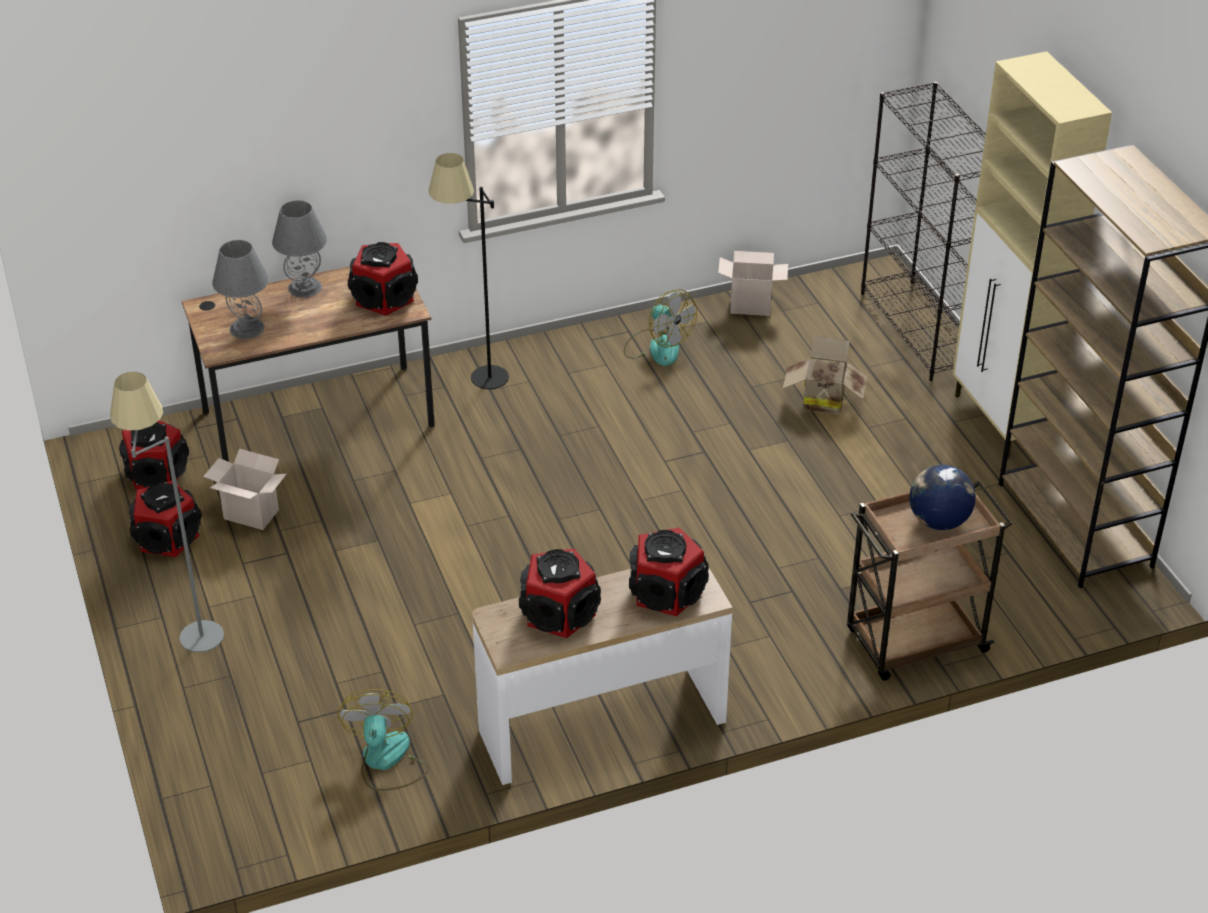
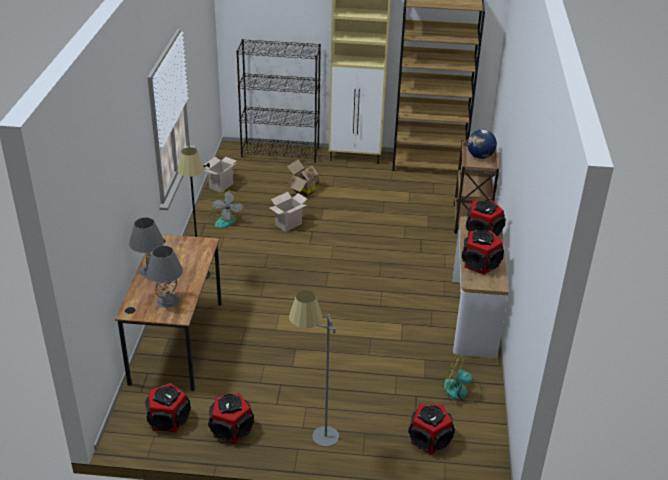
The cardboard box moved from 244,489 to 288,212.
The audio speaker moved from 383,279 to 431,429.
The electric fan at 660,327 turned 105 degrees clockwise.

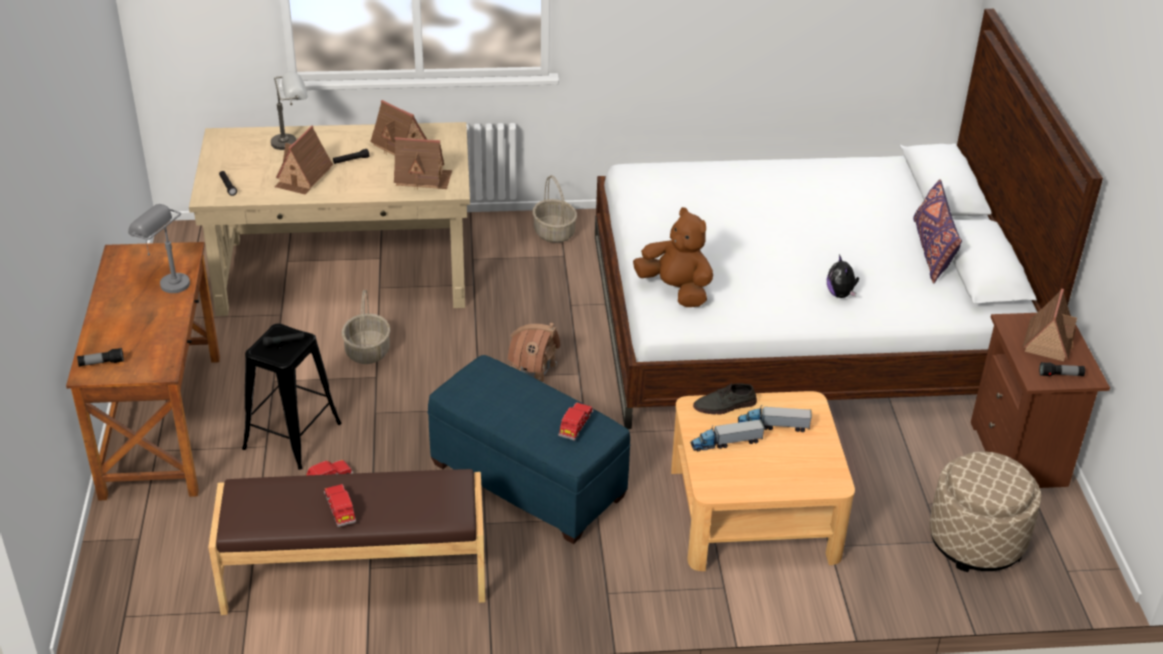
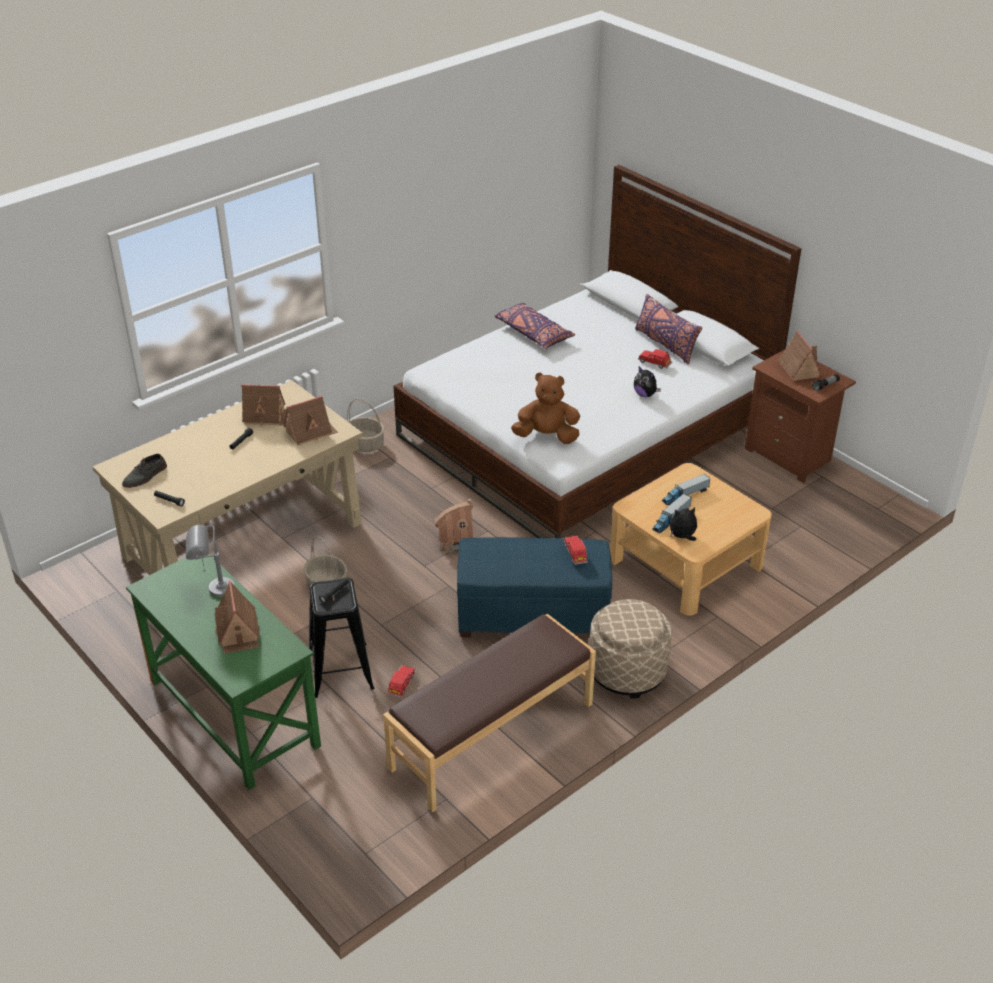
The brown-coloured desk unit at 143,371 became the green-coloured desk unit at 223,672.
The torch at 100,357 disappeared.
The grey lamp for a table at 289,110 disappeared.
The miniature house moved from 304,159 to 237,617.
The red miniature car moved from 340,505 to 655,359.
The grey item of footwear moved from 725,398 to 144,471.
The sand-coloured ottoman moved from 985,512 to 630,649.
The purple-coloured cushion at 534,326 appeared.
The soft toy at 683,524 appeared.

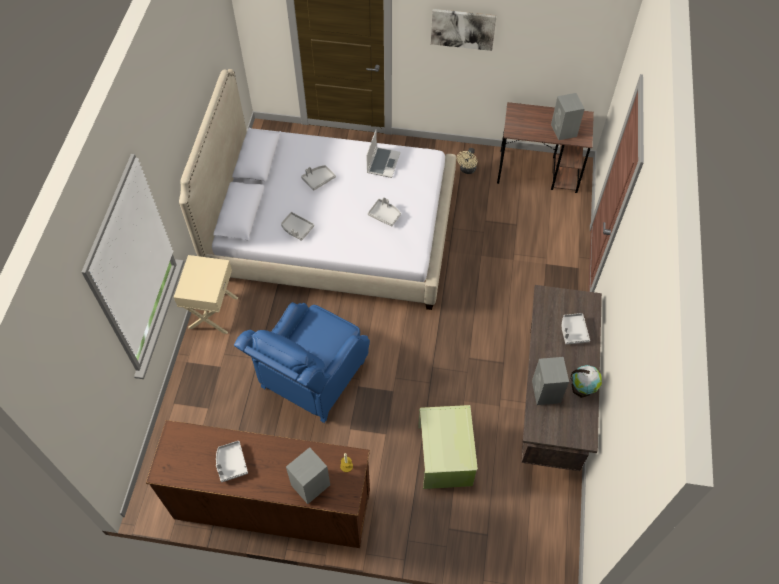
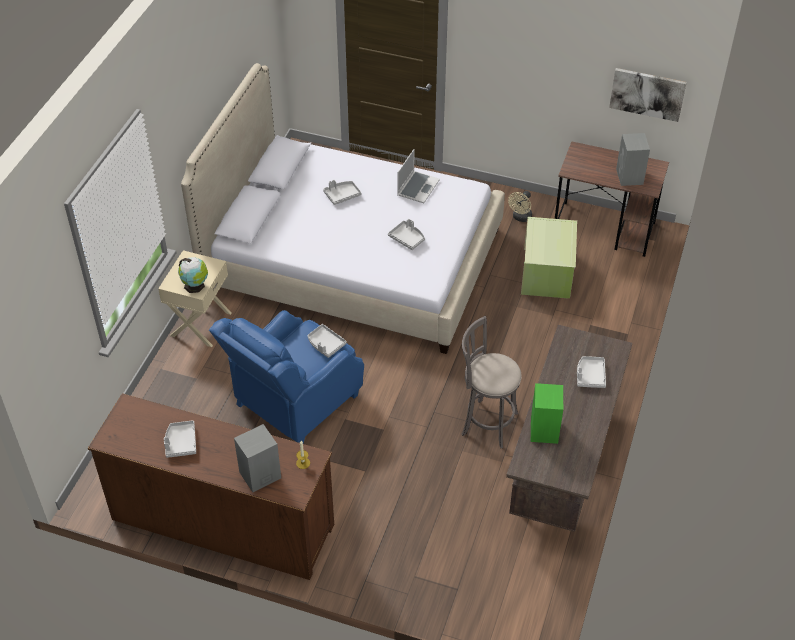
The grey carrying tray moved from 297,226 to 327,341.
The green-coloured storage box moved from 448,447 to 549,258.
The wall art moved from 464,30 to 648,95.
The grey audio speaker at 550,381 became the green-coloured audio speaker at 547,413.
The world globe moved from 586,381 to 193,275.
The grey sitting stool at 492,382 appeared.

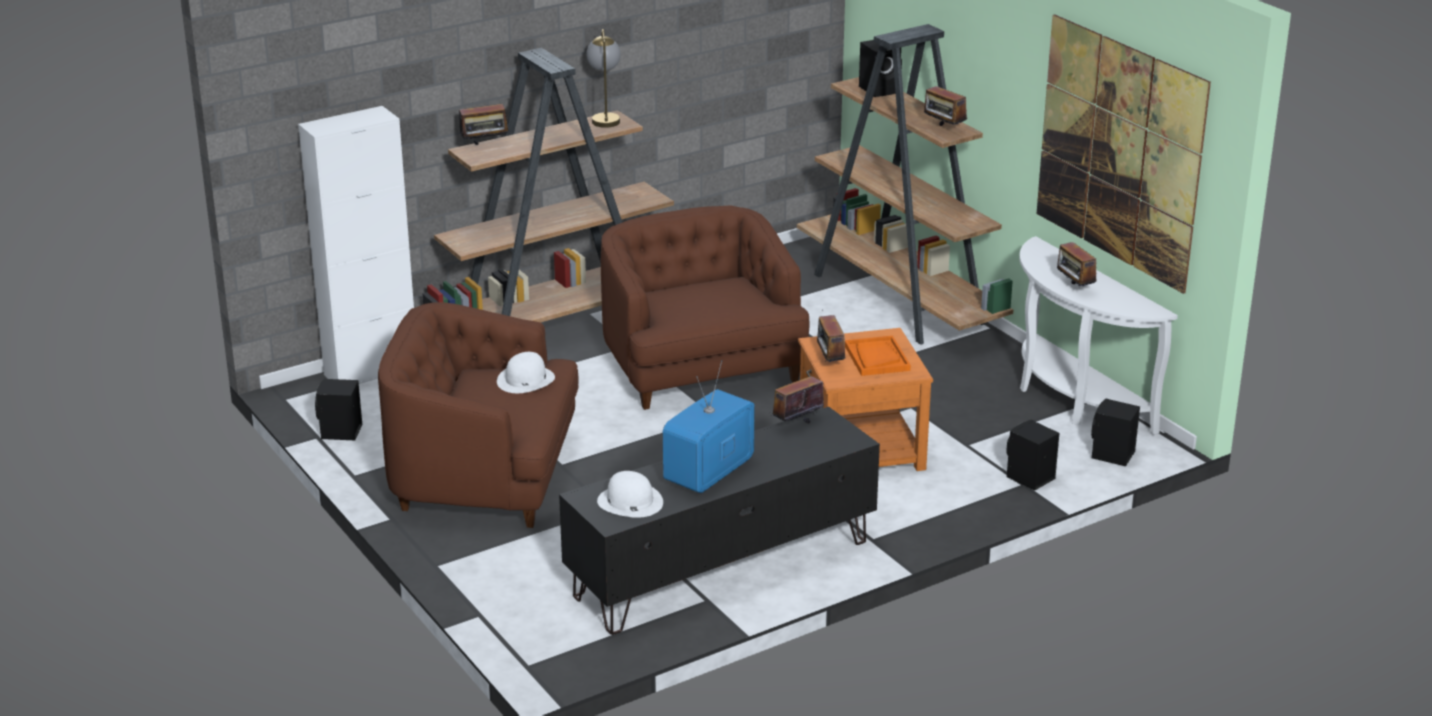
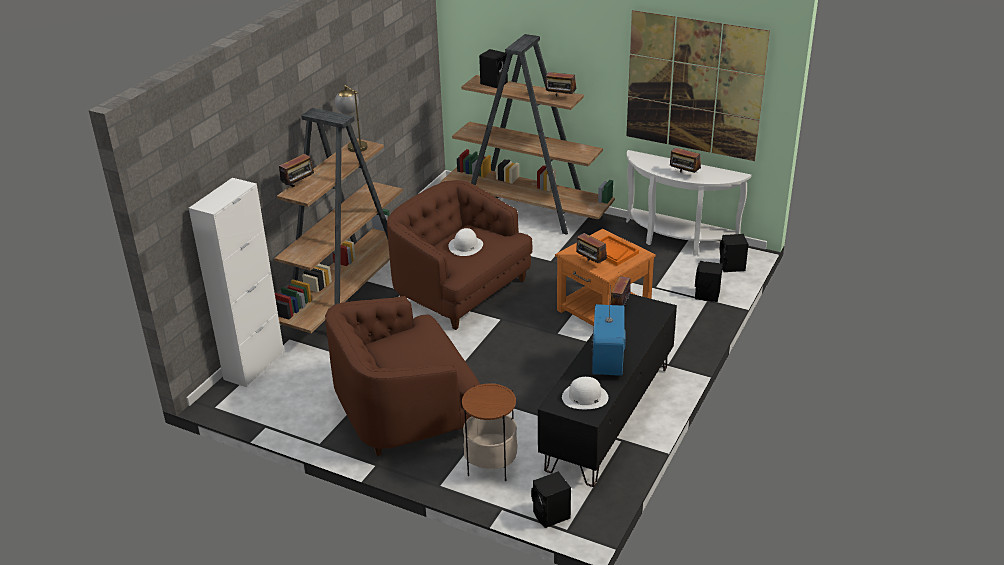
The black-coloured audio speaker moved from 338,409 to 551,499.
The white hat moved from 526,372 to 465,242.
The side table at 489,432 appeared.

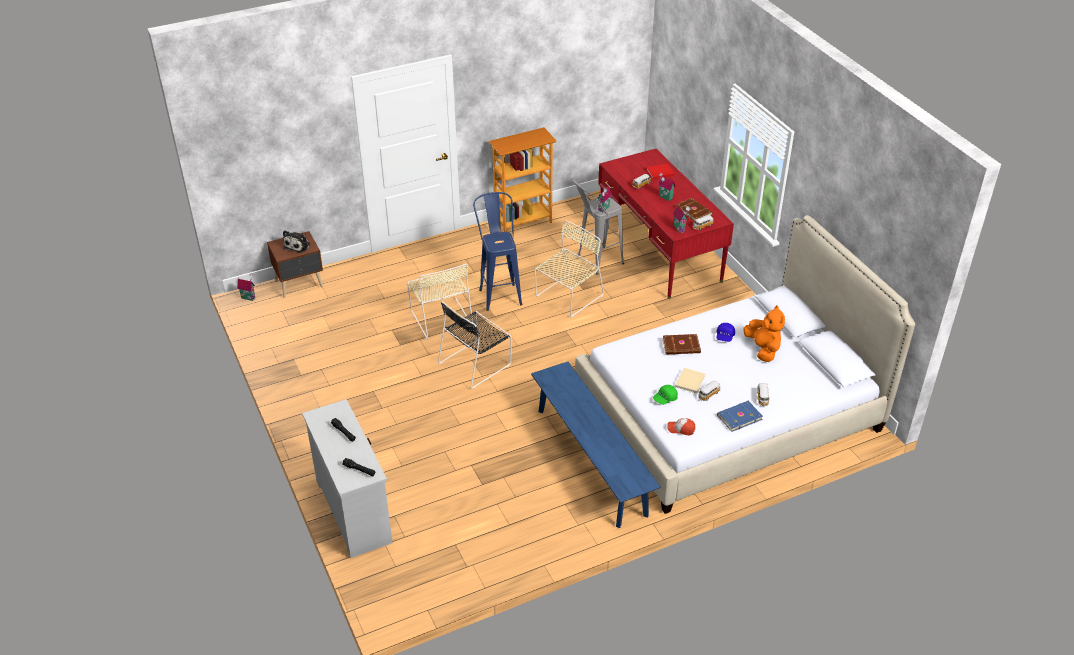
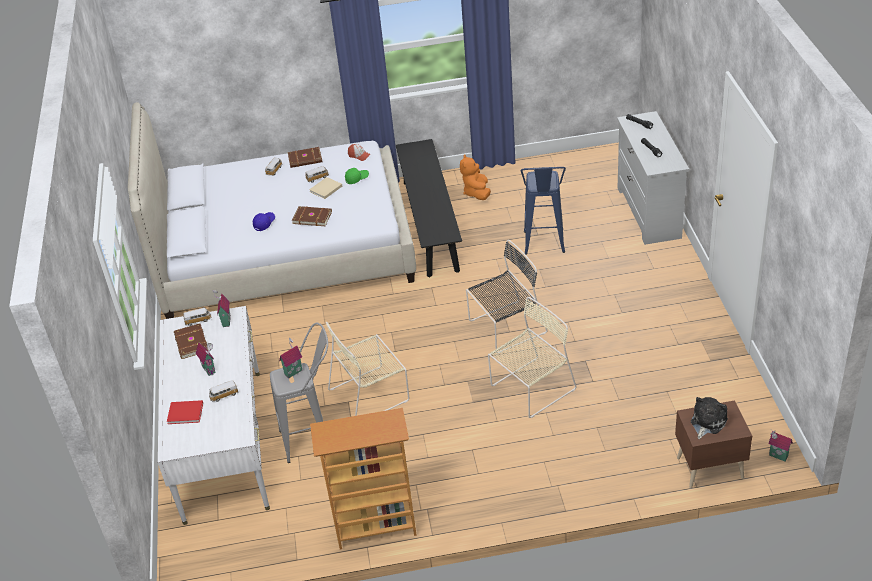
The sand-coloured plain chair at 440,302 turned 60 degrees clockwise.
The blue sitting stool moved from 497,251 to 543,211.
The blue long seat at 596,445 became the black-coloured long seat at 429,208.
The red desk unit at 666,224 became the white desk unit at 214,415.
The blue book at 740,416 became the brown-coloured book at 305,157.
The orange-coloured soft toy moved from 764,333 to 475,177.

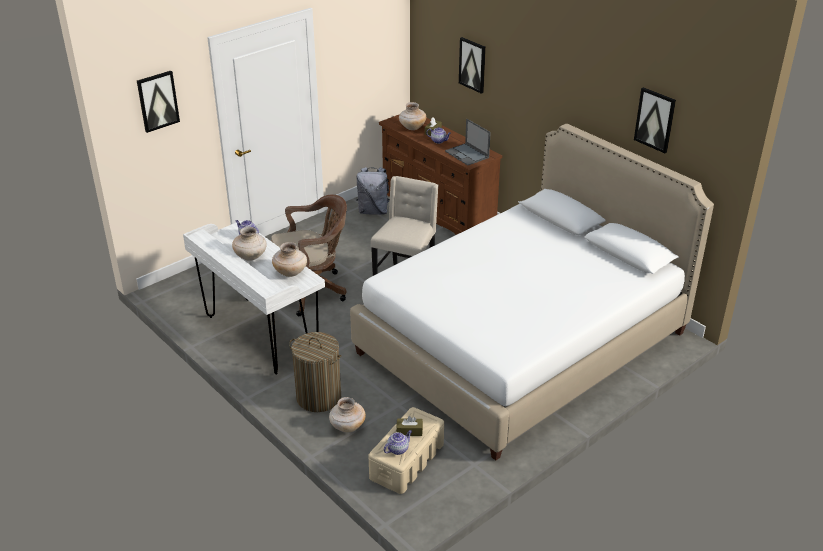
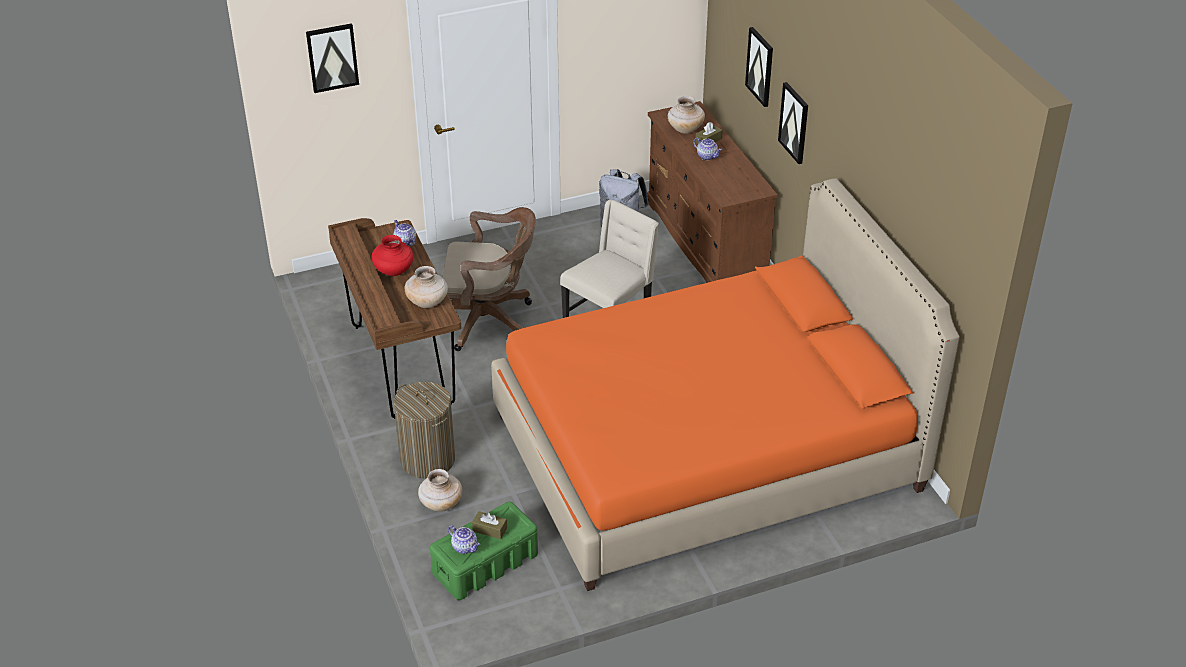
The white desk unit at 254,298 became the brown-coloured desk unit at 394,318.
The sand-coloured flower vase at 249,244 became the red flower vase at 392,255.
The white sleeping bed at 532,292 became the orange-coloured sleeping bed at 725,384.
The sand-coloured storage box at 406,450 became the green-coloured storage box at 484,551.
The tea pot at 398,442 turned 60 degrees clockwise.
The laptop at 468,142 disappeared.
The wall art moved from 655,120 to 793,123.

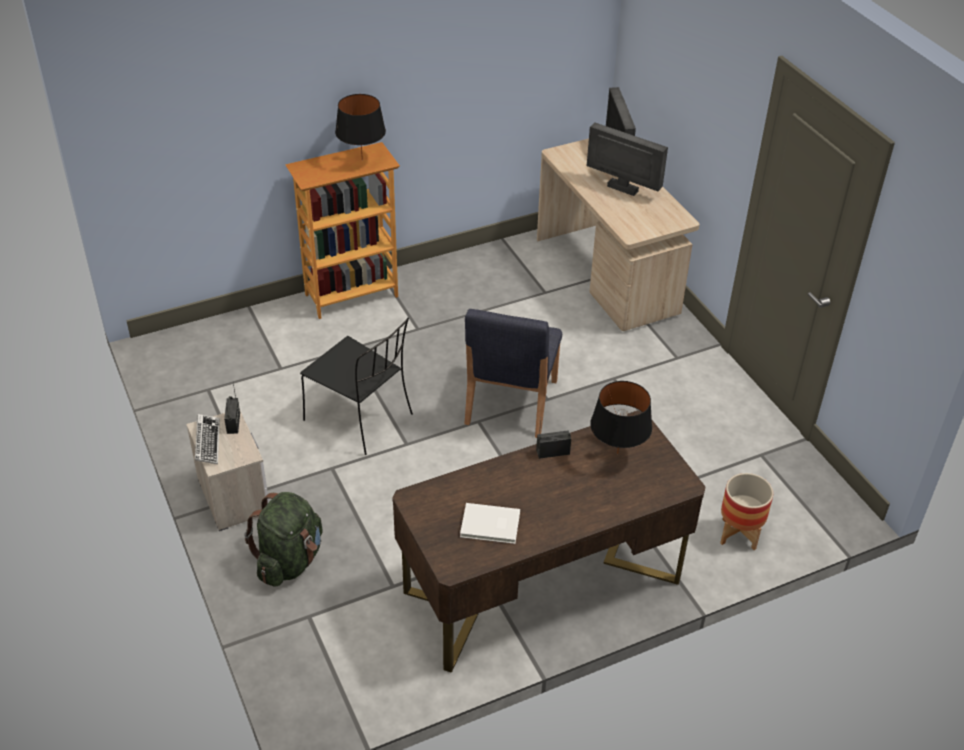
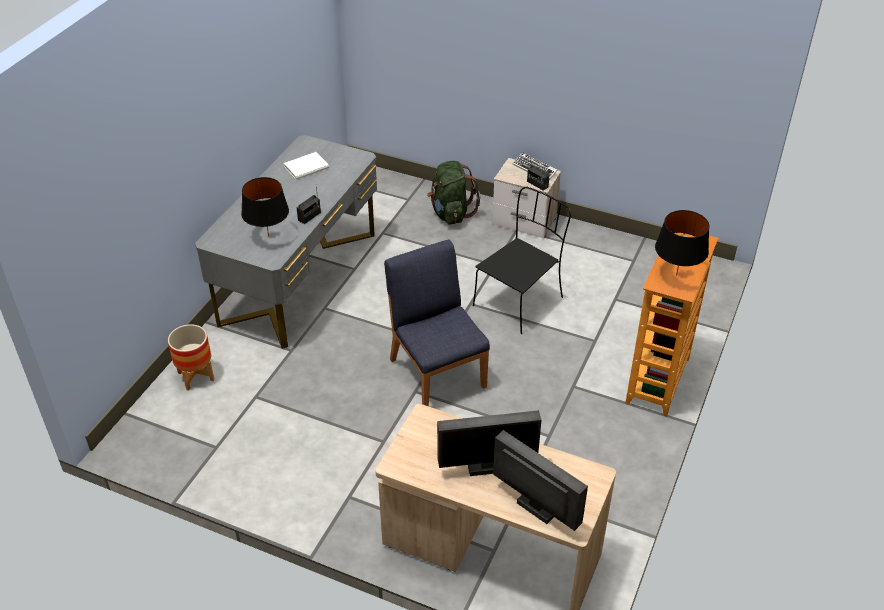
The black-coloured plain chair at 356,386 turned 135 degrees clockwise.
The brown-coloured desk unit at 549,542 became the grey desk unit at 286,242.

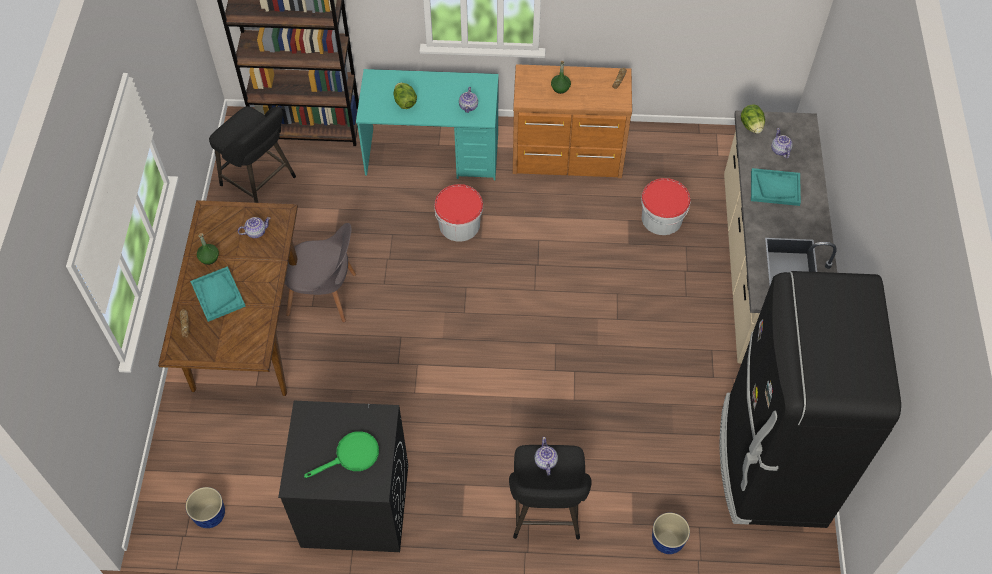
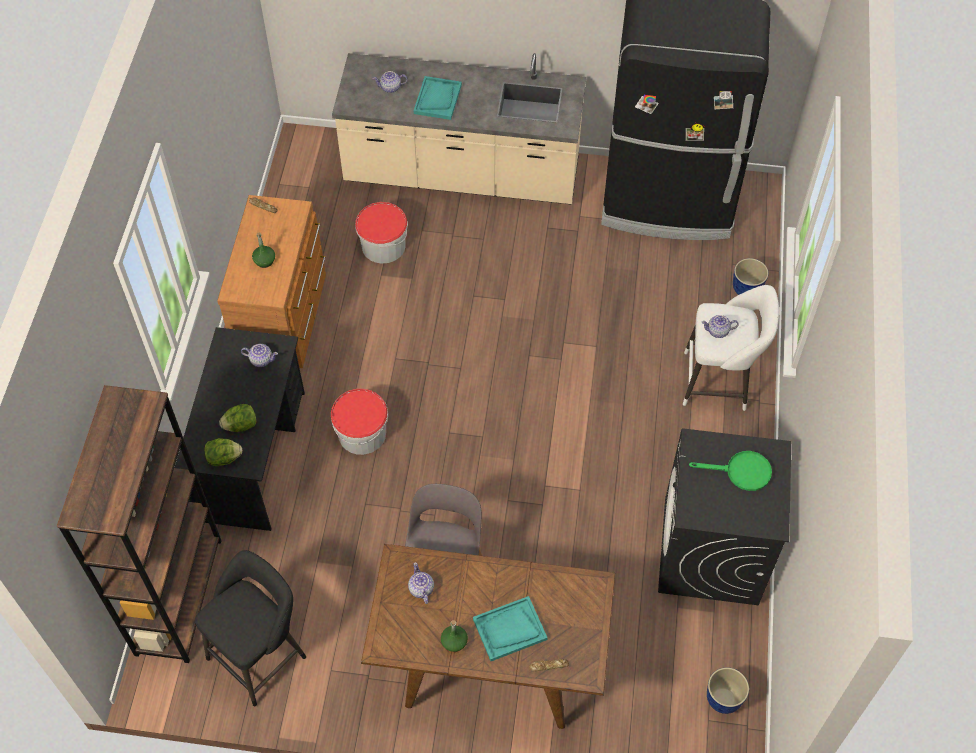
The green-coloured skillet at 341,454 turned 120 degrees clockwise.
The blue-green desk unit at 427,124 became the black-coloured desk unit at 240,429.
The black-coloured sitting stool at 550,492 became the white sitting stool at 731,348.
The head of lettuce moved from 753,119 to 223,452.

